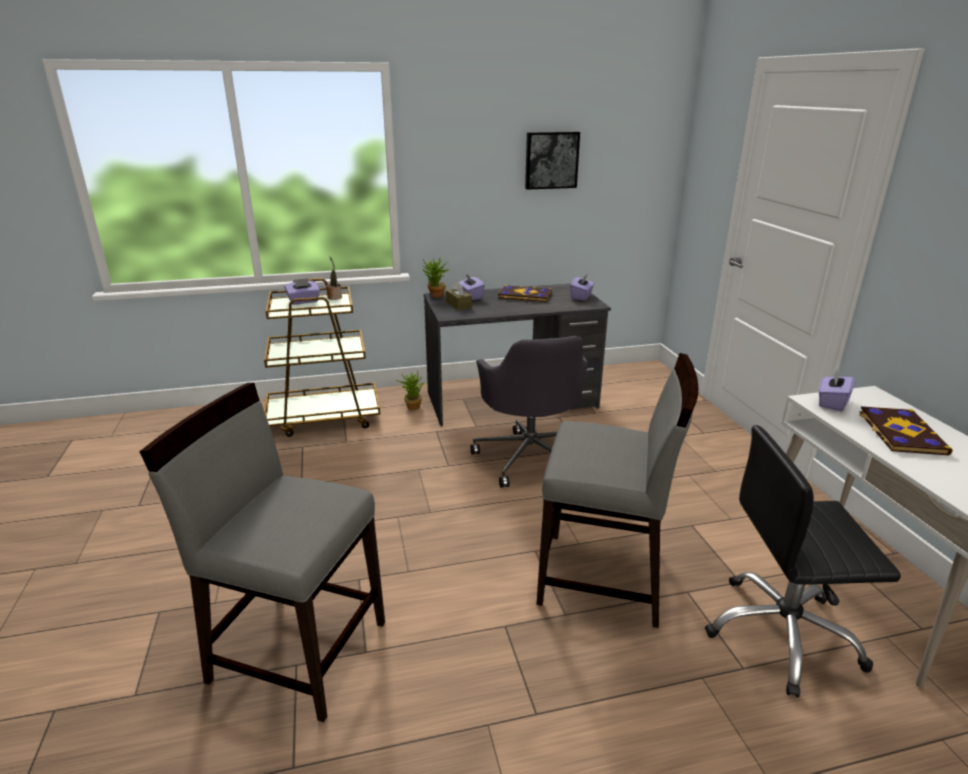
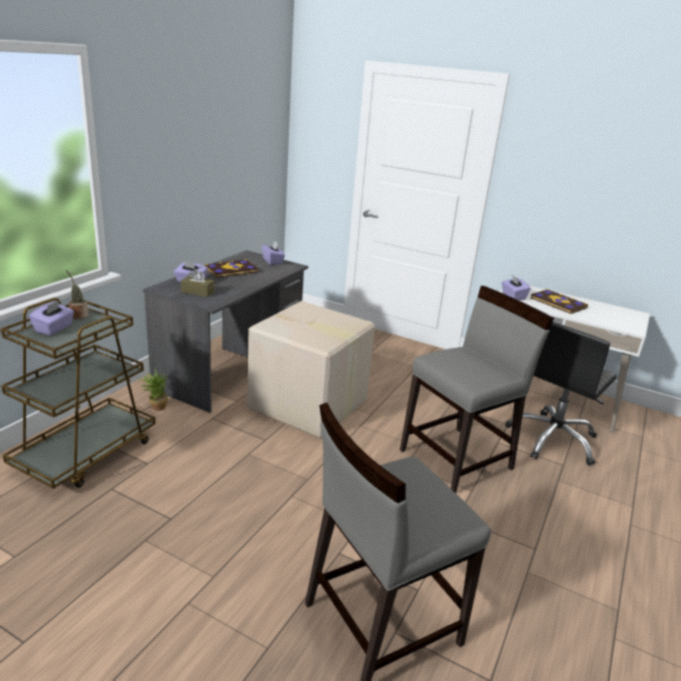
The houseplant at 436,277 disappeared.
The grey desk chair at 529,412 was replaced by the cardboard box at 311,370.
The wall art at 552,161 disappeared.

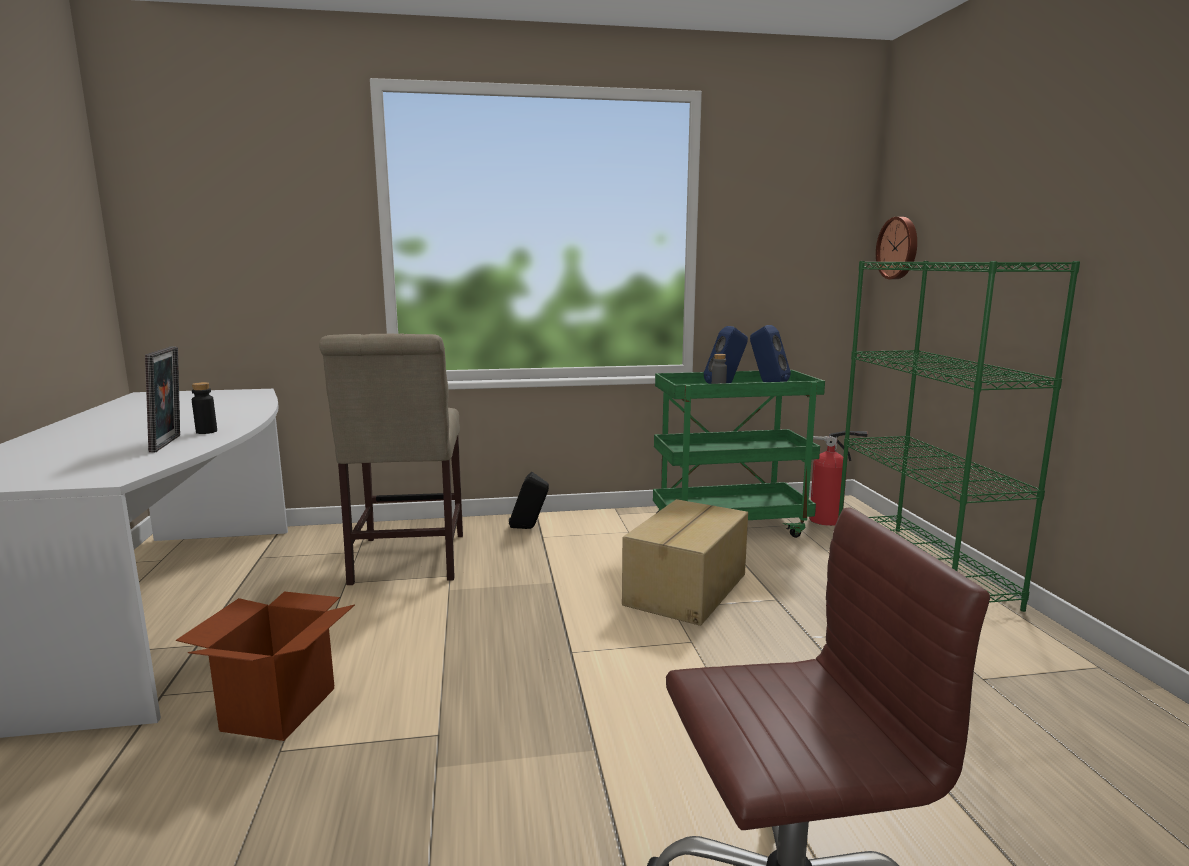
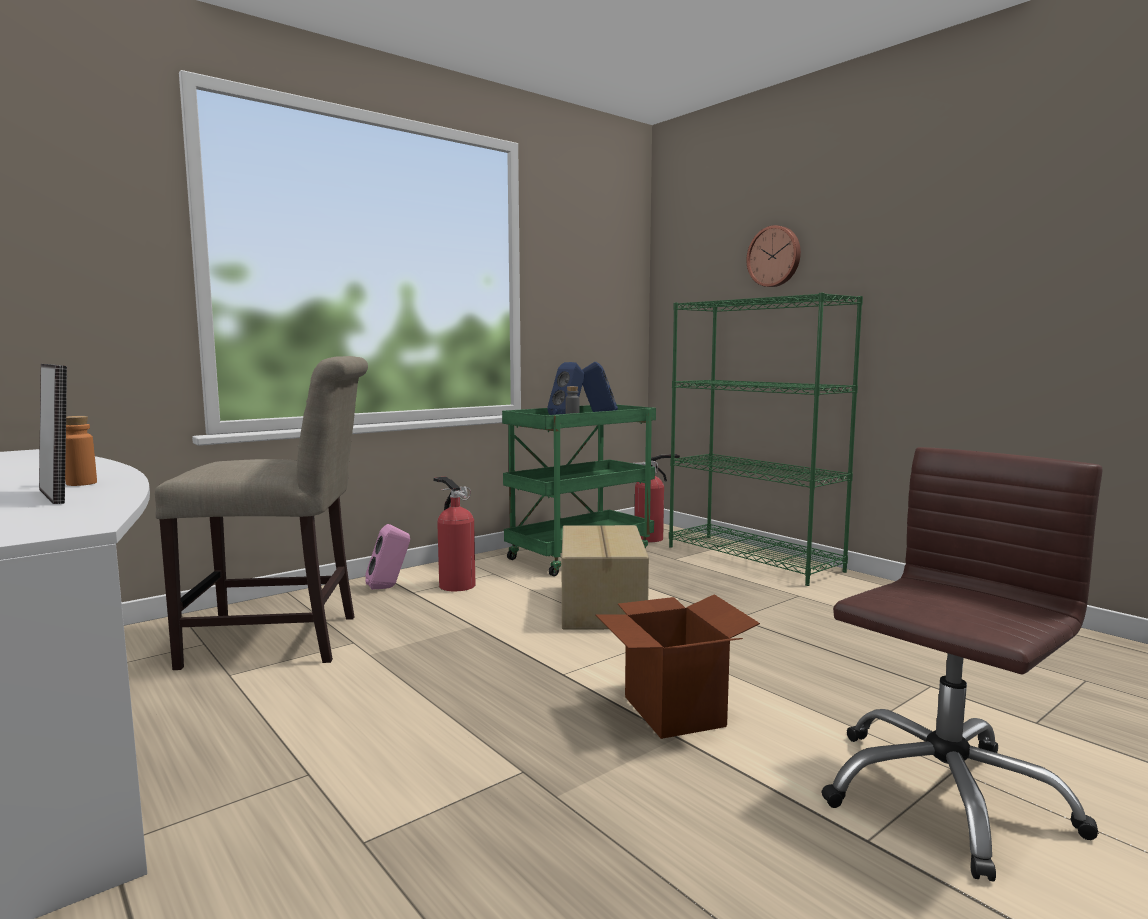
The cardboard box moved from 265,666 to 677,666.
The black-coloured bottle at 204,408 became the orange-coloured bottle at 81,451.
The sand-coloured plain chair at 391,459 turned 60 degrees counterclockwise.
The black-coloured audio speaker at 529,500 became the pink-coloured audio speaker at 387,557.
The hanging clock moved from 896,248 to 773,256.
The extinguisher at 454,534 appeared.

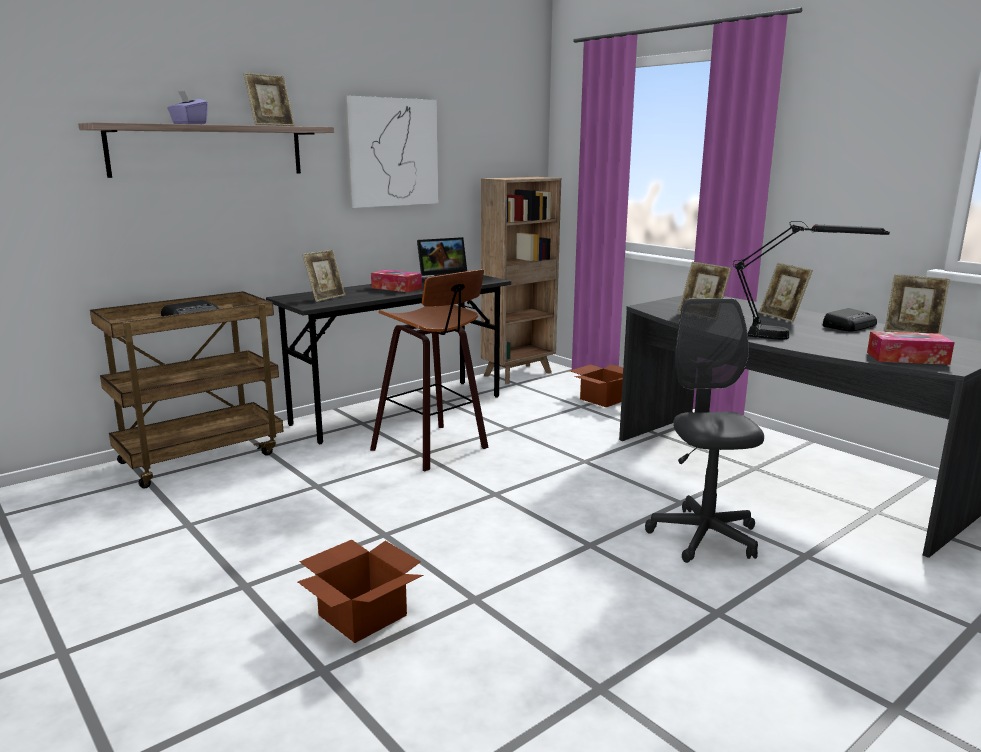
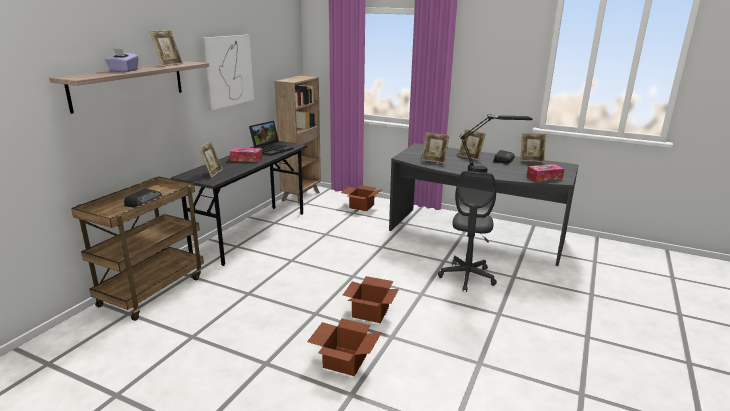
The sitting stool at 429,370 disappeared.
The grey desk chair at 704,430 turned 135 degrees counterclockwise.
The cardboard box at 371,299 appeared.

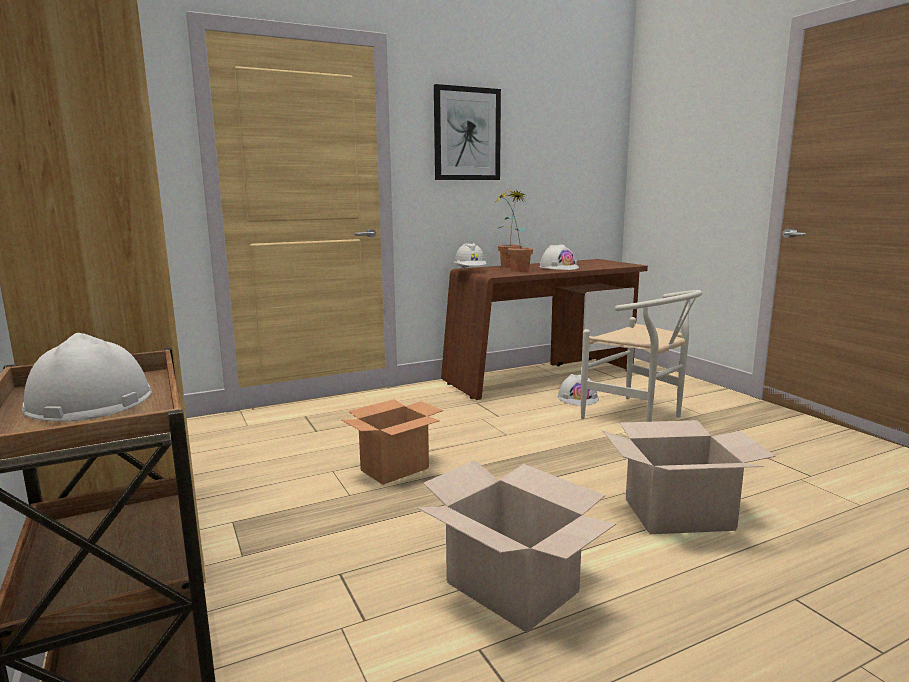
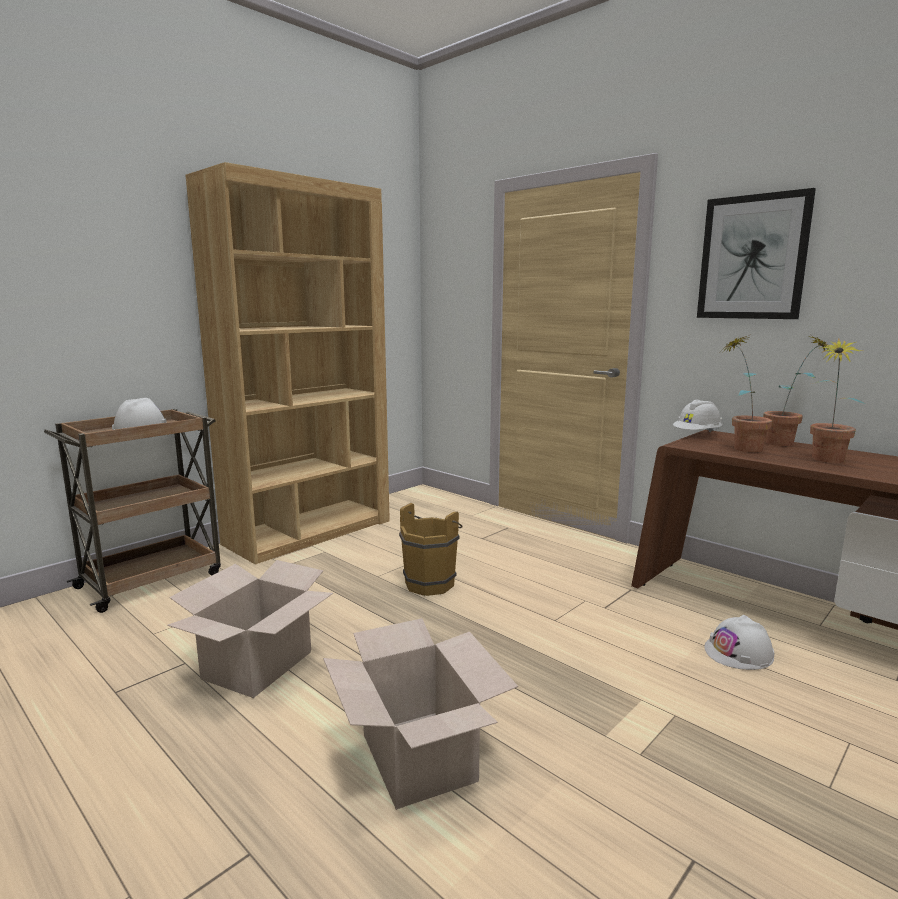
The cardboard box at 392,442 was replaced by the brown-coloured pail at 431,549.
The white safety helmet at 559,257 was replaced by the houseplant at 837,400.
The white plain chair at 641,356 disappeared.

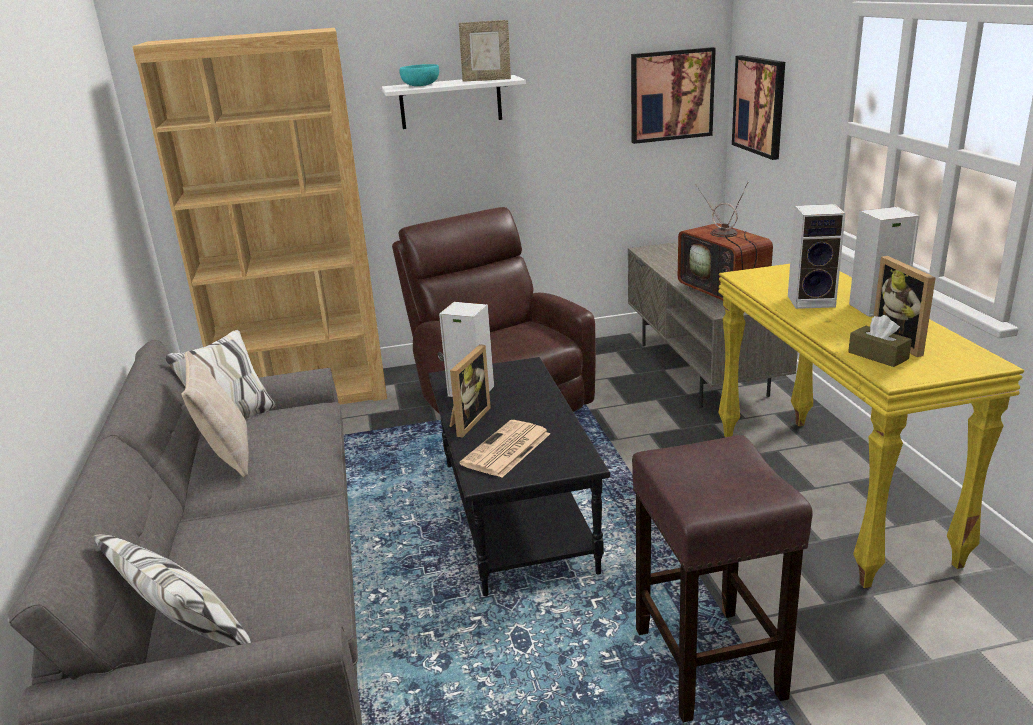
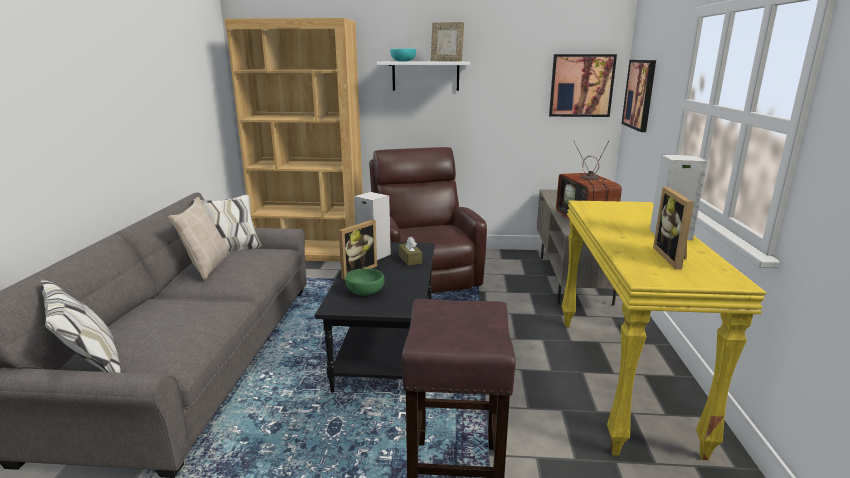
The daily paper at 505,448 was replaced by the green-coloured deep dish at 365,282.
The audio speaker at 817,256 disappeared.
The brown-coloured tissue holder moved from 880,341 to 410,251.

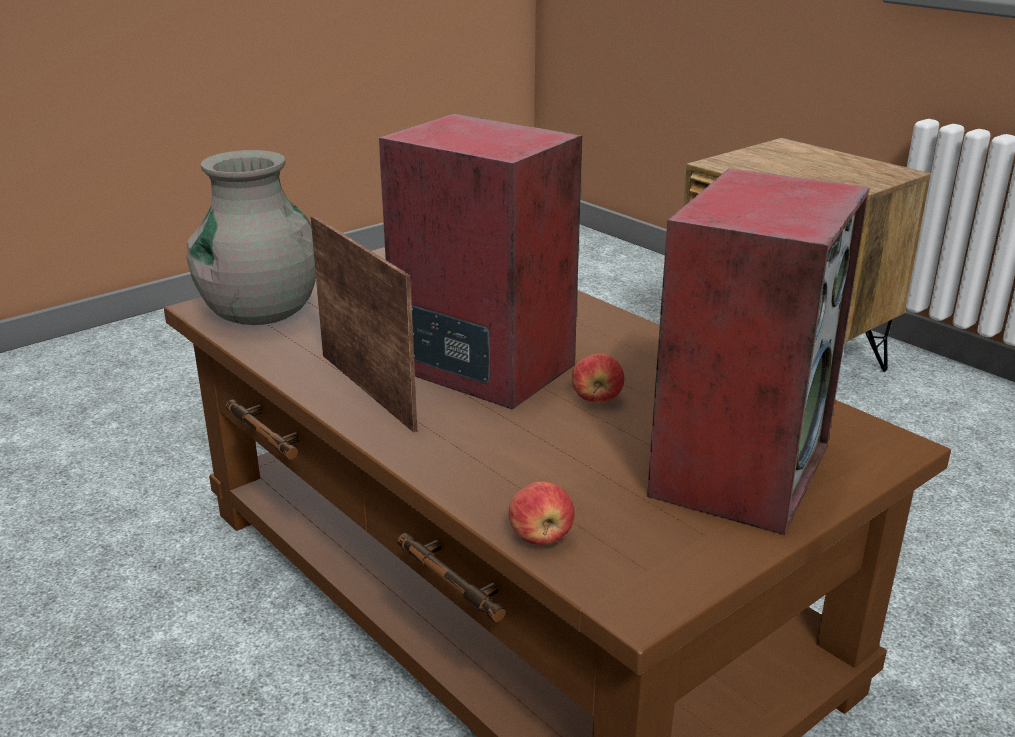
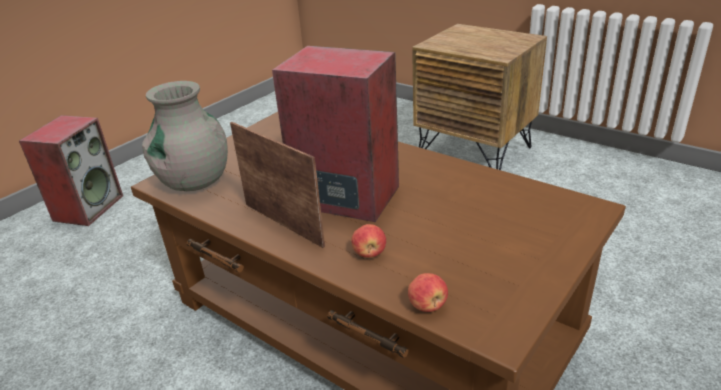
The whole apple moved from 598,378 to 368,241.
The audio speaker moved from 758,351 to 71,170.

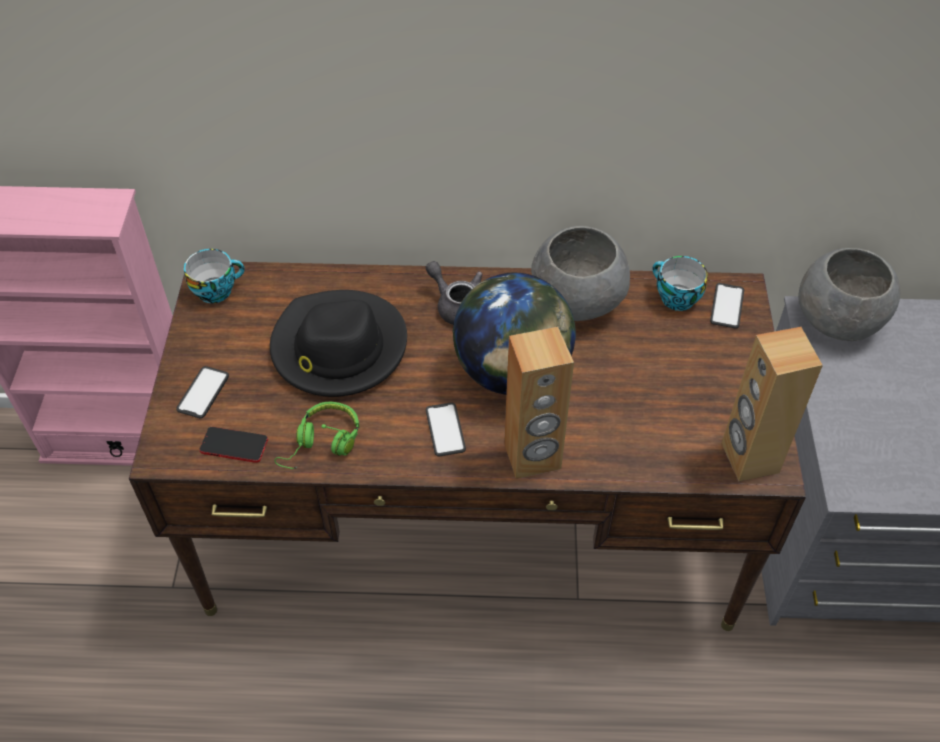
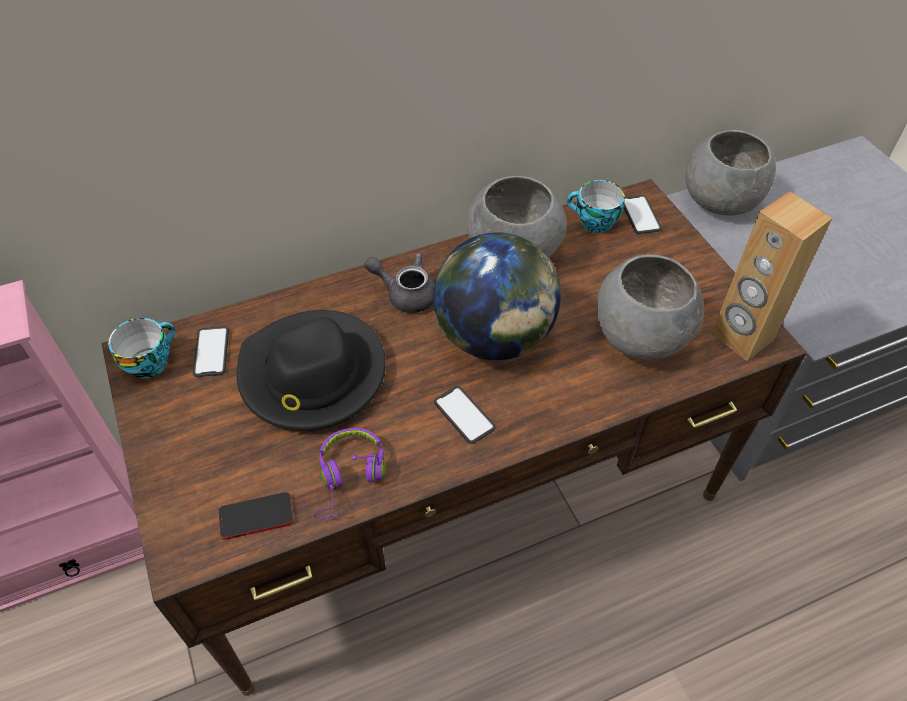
The telephone moved from 203,392 to 211,351.
The green-coloured pair of headphones at 316,435 became the purple-coloured pair of headphones at 350,473.
The brown-coloured audio speaker at 539,402 disappeared.
The grey deep dish at 650,307 appeared.

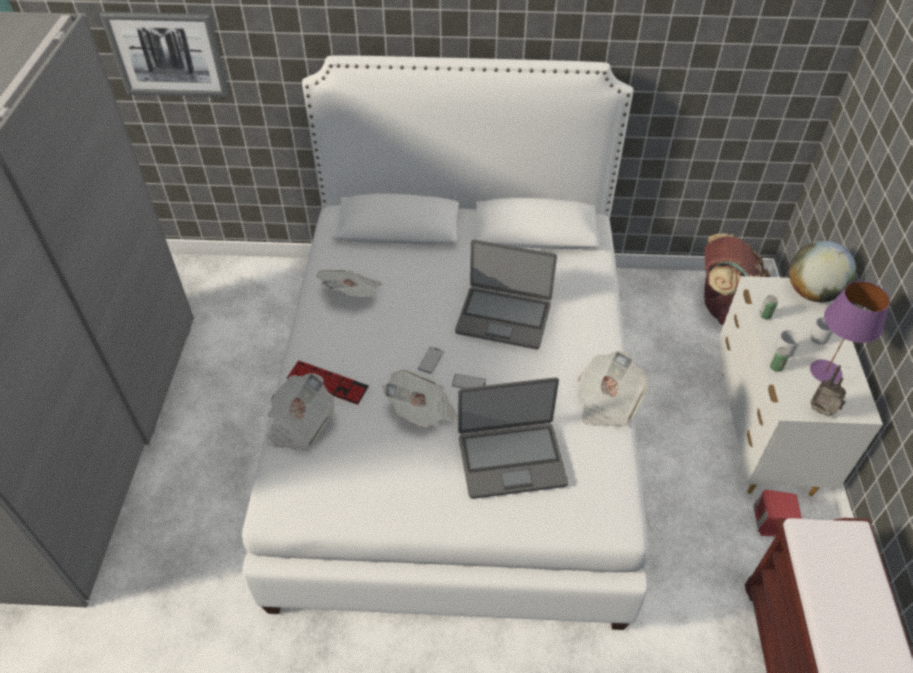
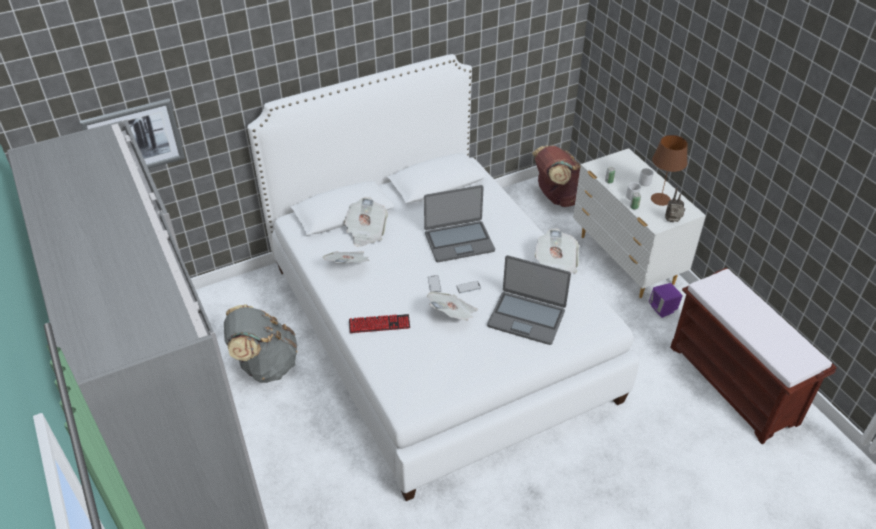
The daily paper moved from 300,412 to 366,222.
The laptop at 513,438 turned 60 degrees clockwise.
The red audio speaker at 778,513 became the purple-coloured audio speaker at 666,300.
The world globe at 822,271 disappeared.
The purple-coloured lamp for a table at 850,332 became the brown-coloured lamp for a table at 669,170.
The grey backpack at 261,343 appeared.

